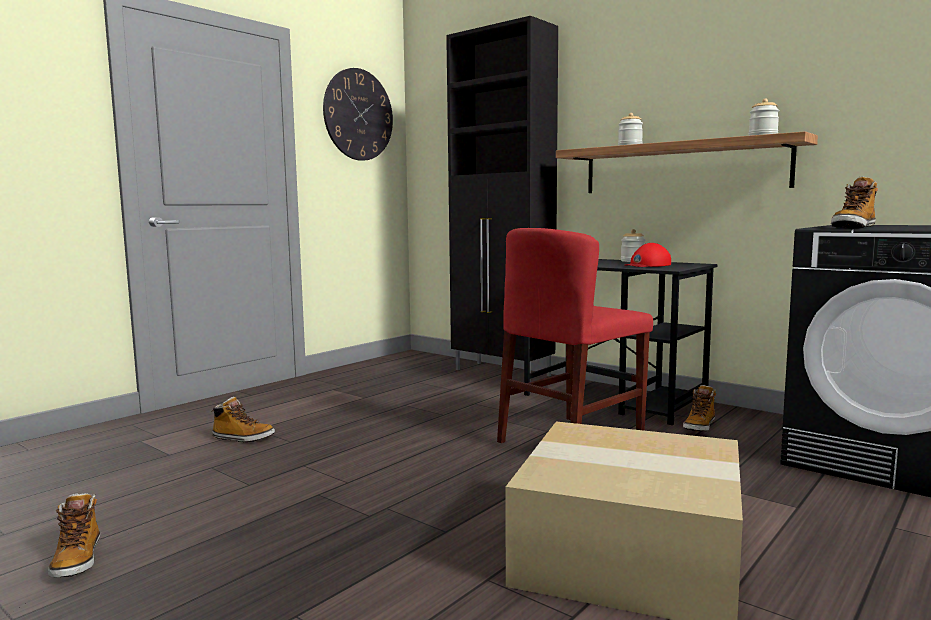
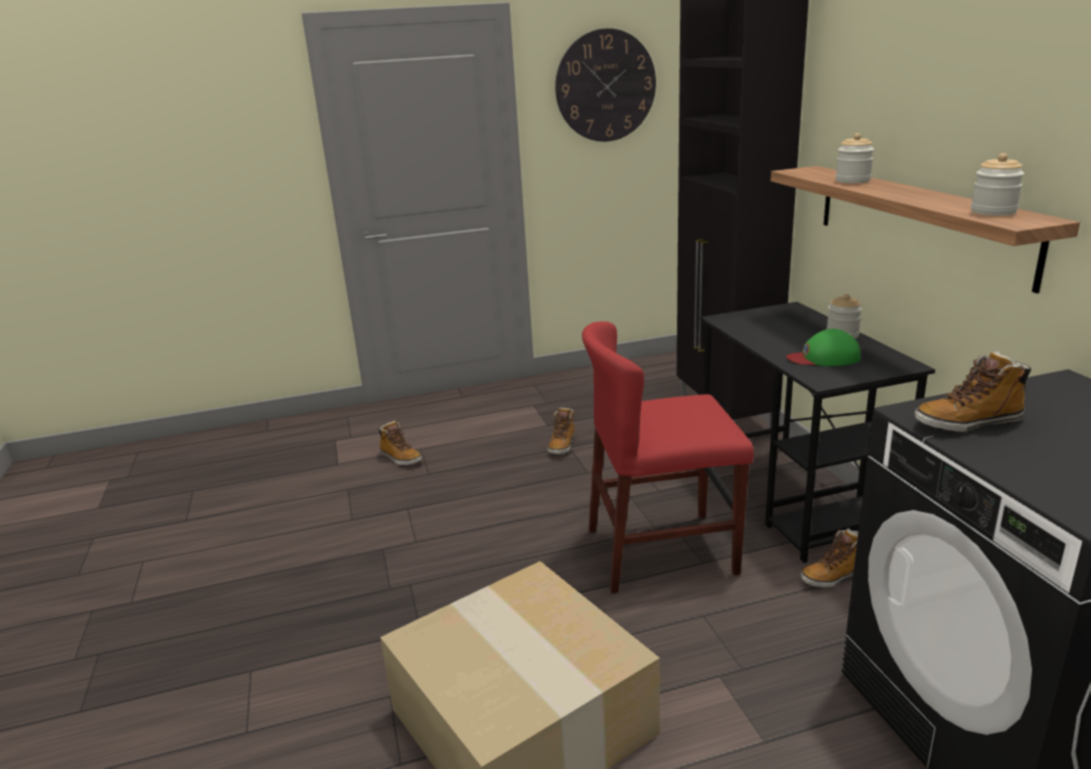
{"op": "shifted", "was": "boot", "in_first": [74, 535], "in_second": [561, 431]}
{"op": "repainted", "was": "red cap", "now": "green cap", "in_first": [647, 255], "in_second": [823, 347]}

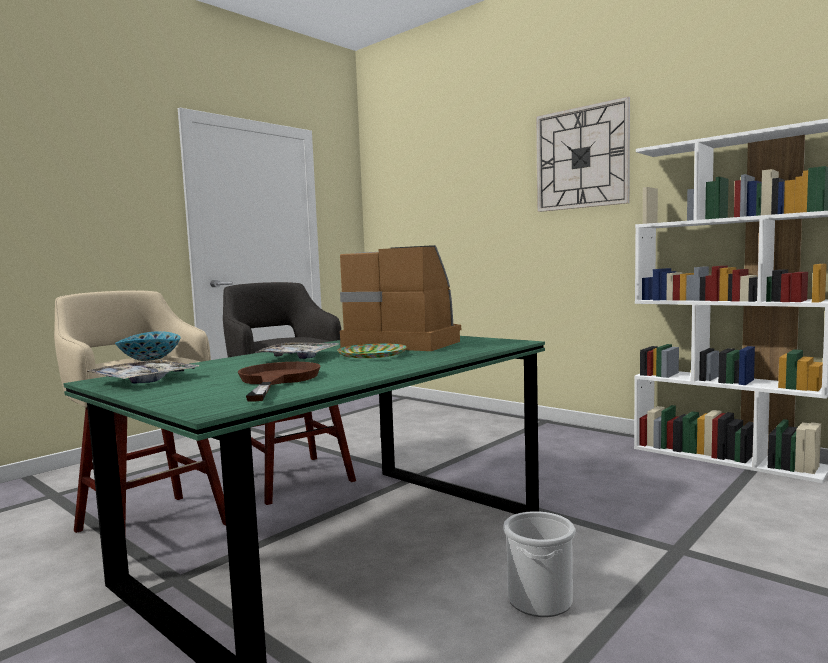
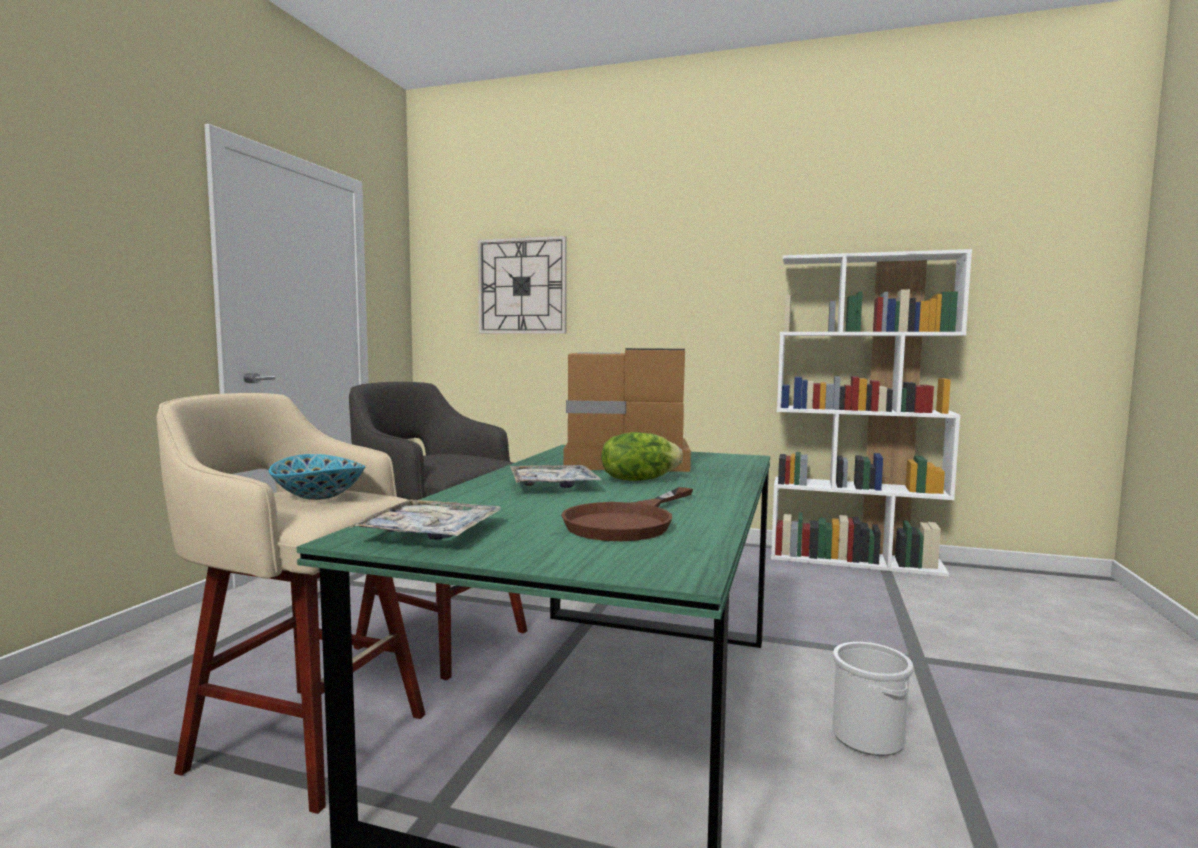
{"op": "shifted", "was": "wall clock", "in_first": [583, 154], "in_second": [522, 285]}
{"op": "swapped", "was": "plate", "now": "lettuce", "in_first": [372, 350], "in_second": [642, 456]}
{"op": "rotated", "was": "brown frying pan", "in_first": [279, 382], "in_second": [627, 514], "clockwise": -120}

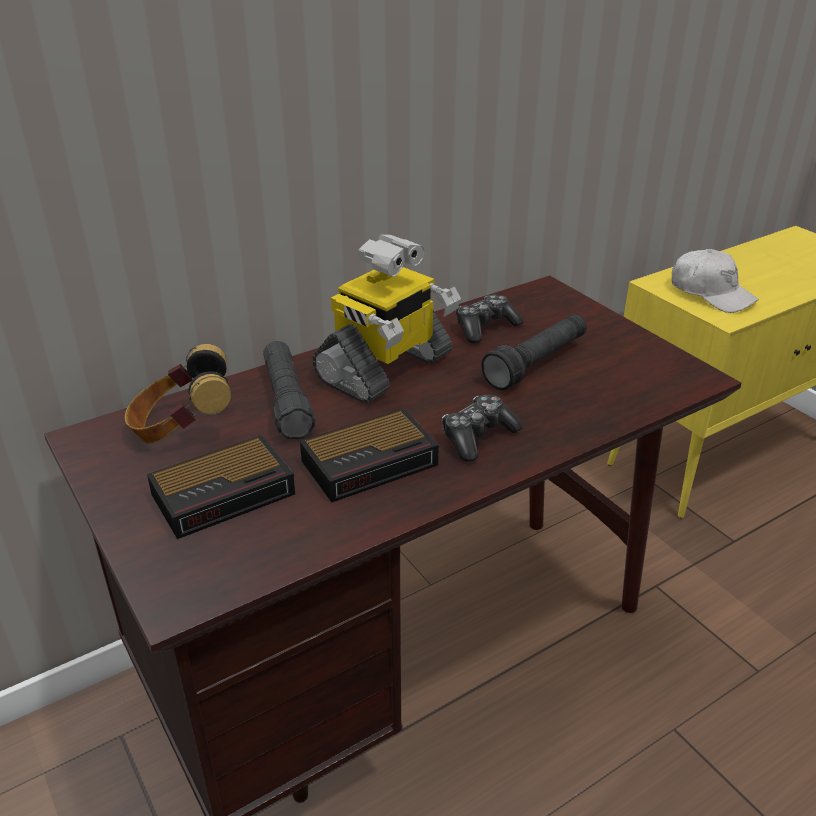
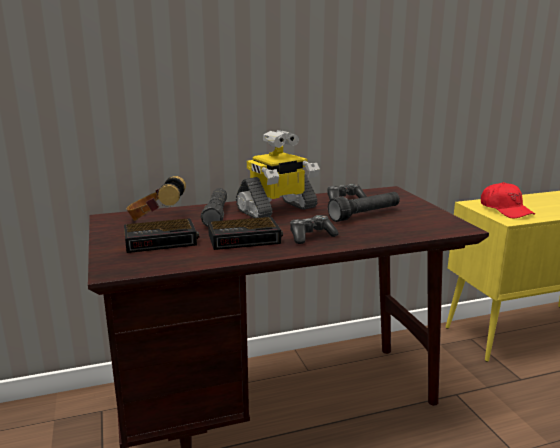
{"op": "repainted", "was": "white cap", "now": "red cap", "in_first": [715, 281], "in_second": [508, 200]}

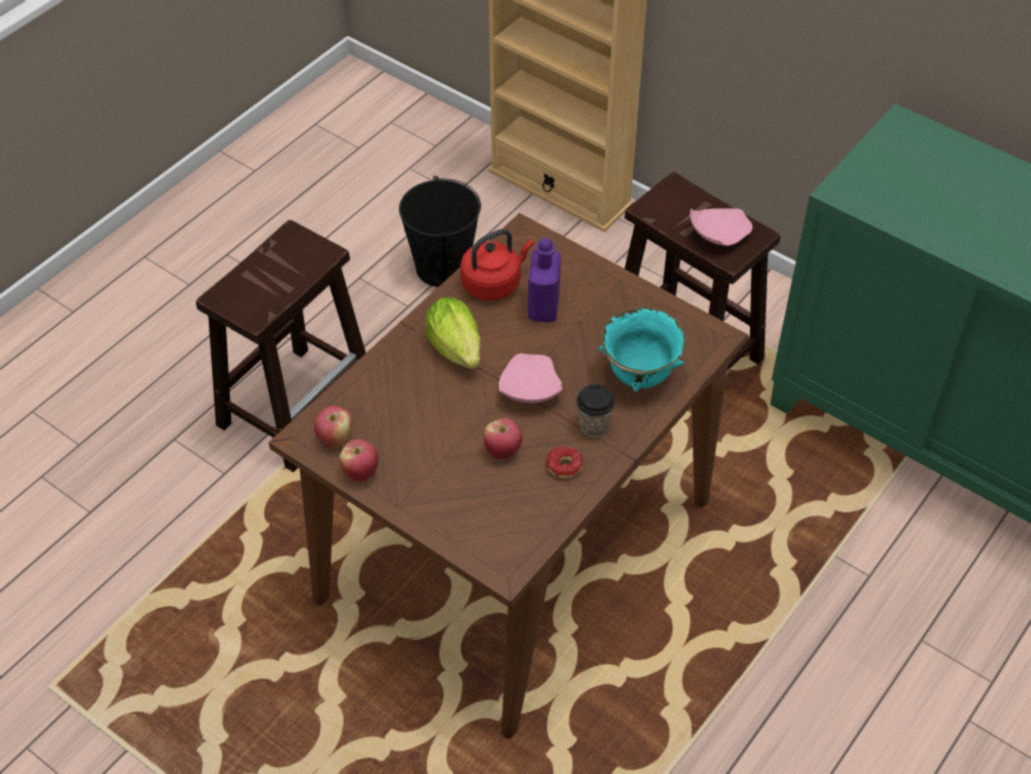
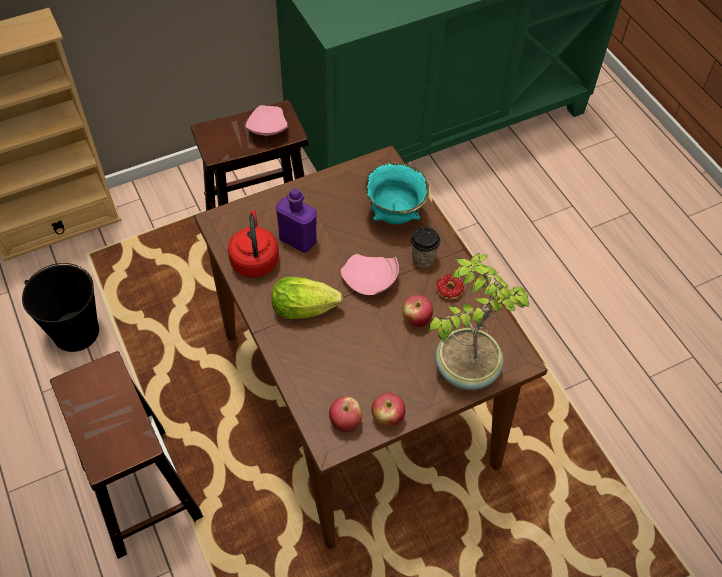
{"op": "new", "now": "potted plant", "in_second": [479, 321]}

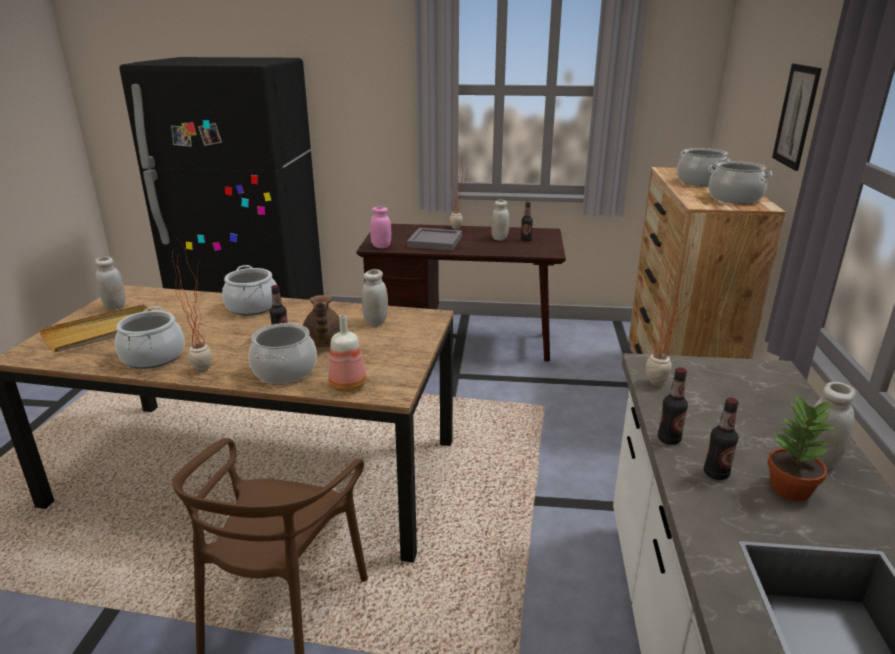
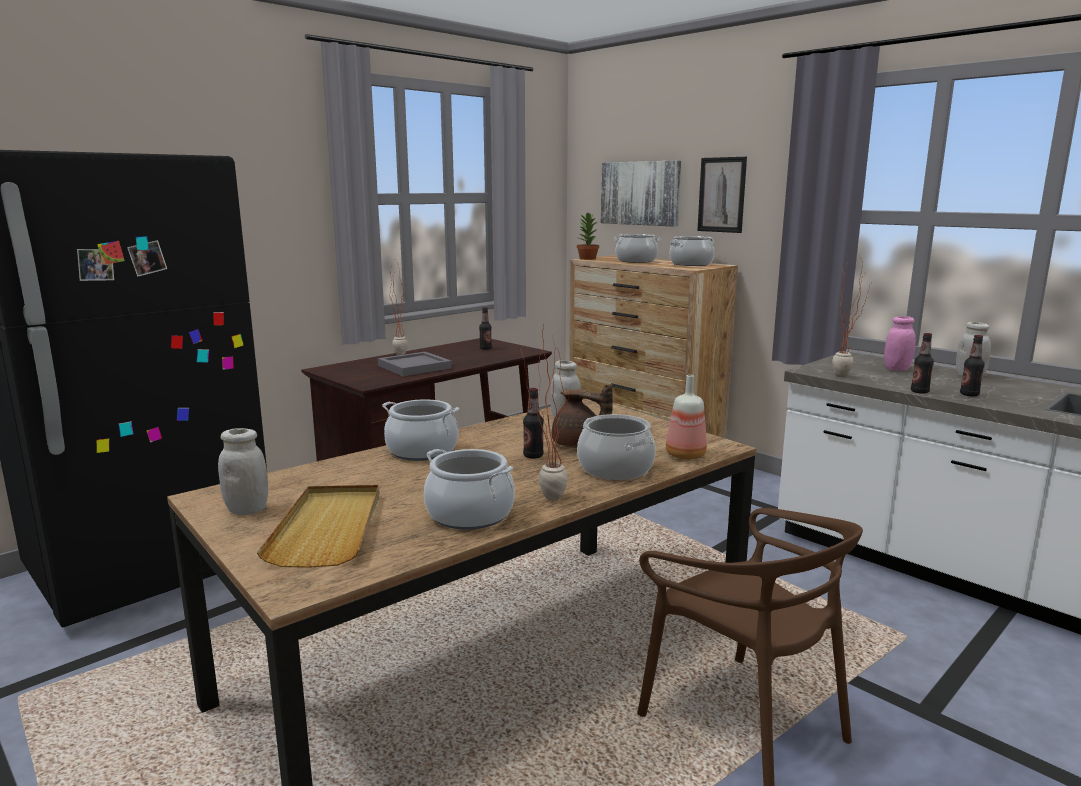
{"op": "gone", "was": "white jar", "in_first": [500, 220]}
{"op": "new", "now": "picture", "in_second": [641, 193]}
{"op": "shifted", "was": "pink jar", "in_first": [380, 227], "in_second": [900, 343]}
{"op": "shifted", "was": "potted plant", "in_first": [802, 447], "in_second": [588, 236]}

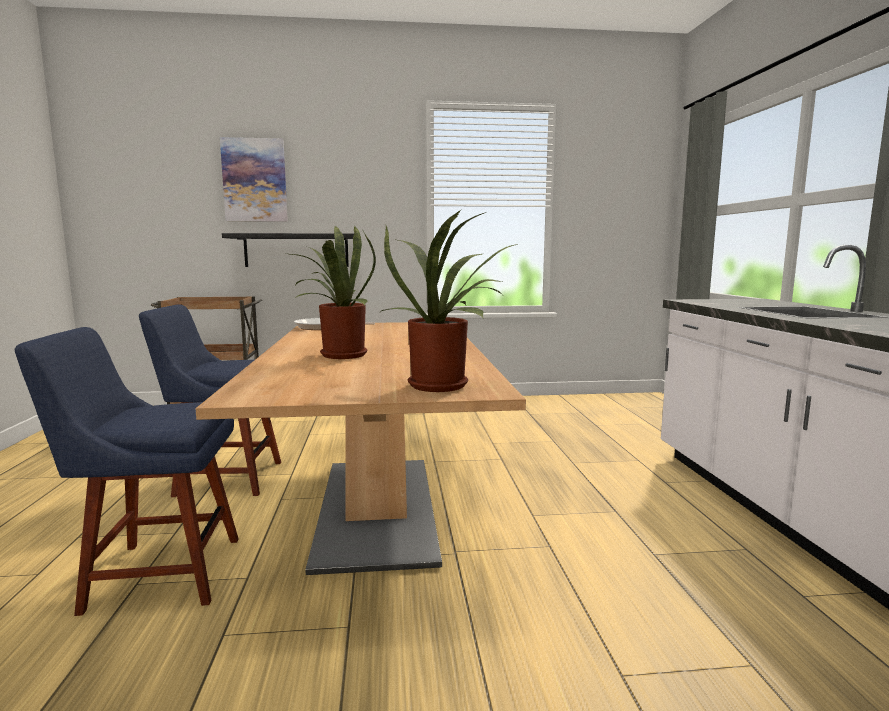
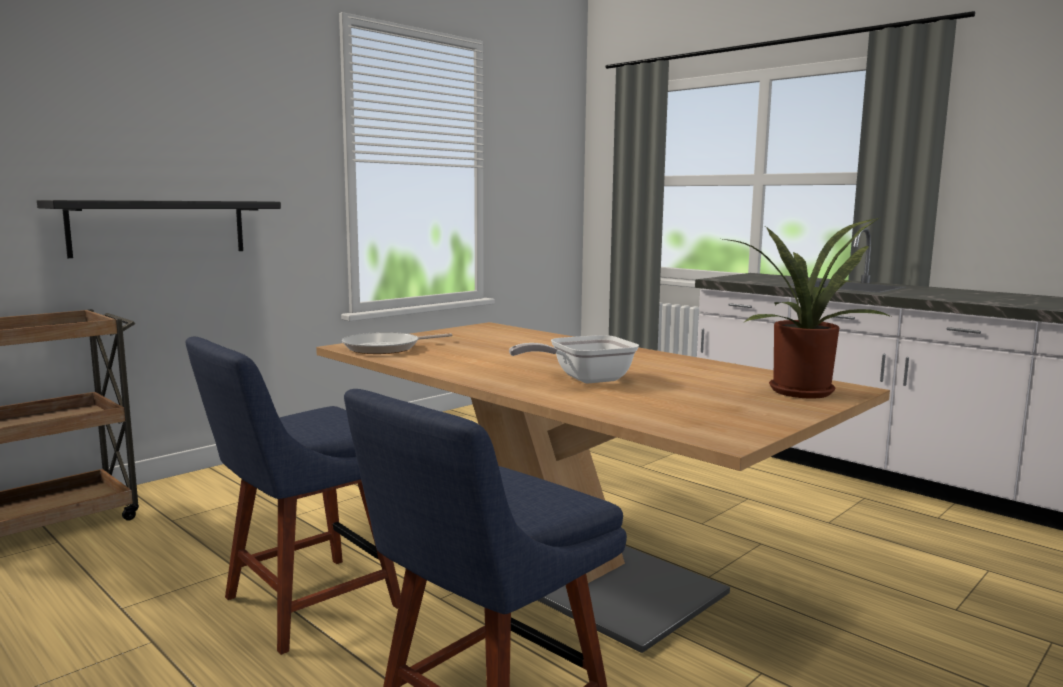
{"op": "gone", "was": "picture", "in_first": [254, 179]}
{"op": "swapped", "was": "potted plant", "now": "frying pan", "in_first": [333, 292], "in_second": [574, 359]}

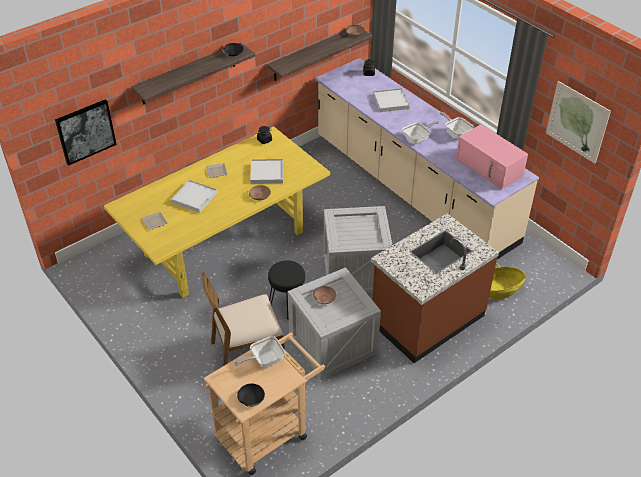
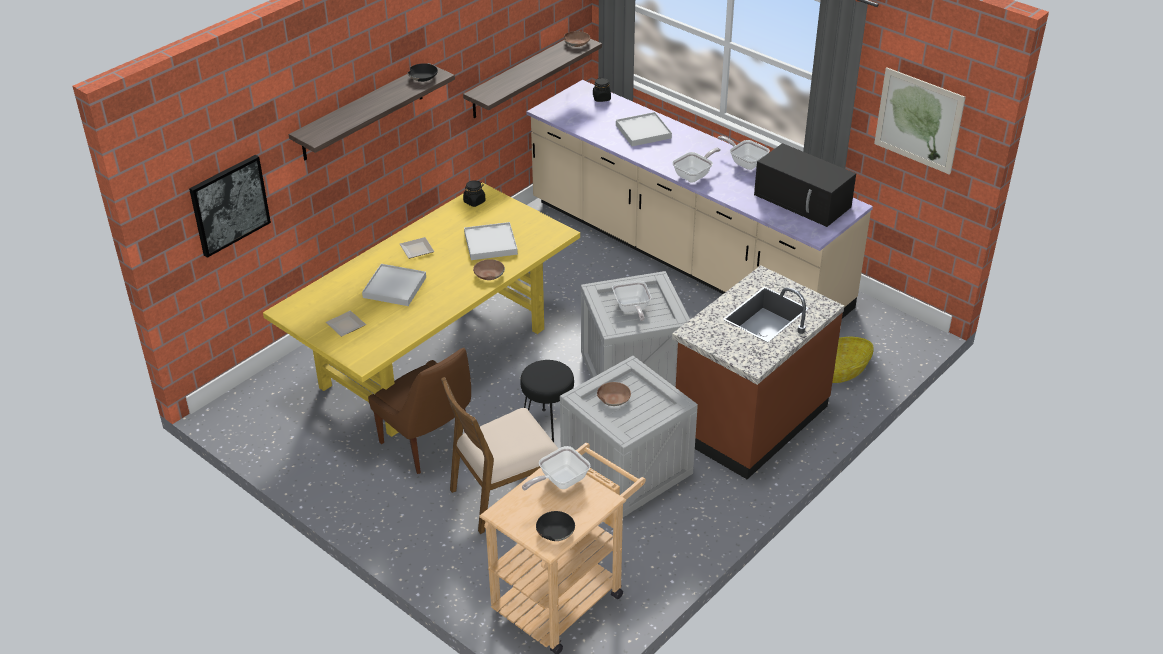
{"op": "new", "now": "brown chair", "in_second": [419, 411]}
{"op": "new", "now": "frying pan", "in_second": [631, 301]}
{"op": "repainted", "was": "pink microwave", "now": "black microwave", "in_first": [492, 157], "in_second": [805, 185]}

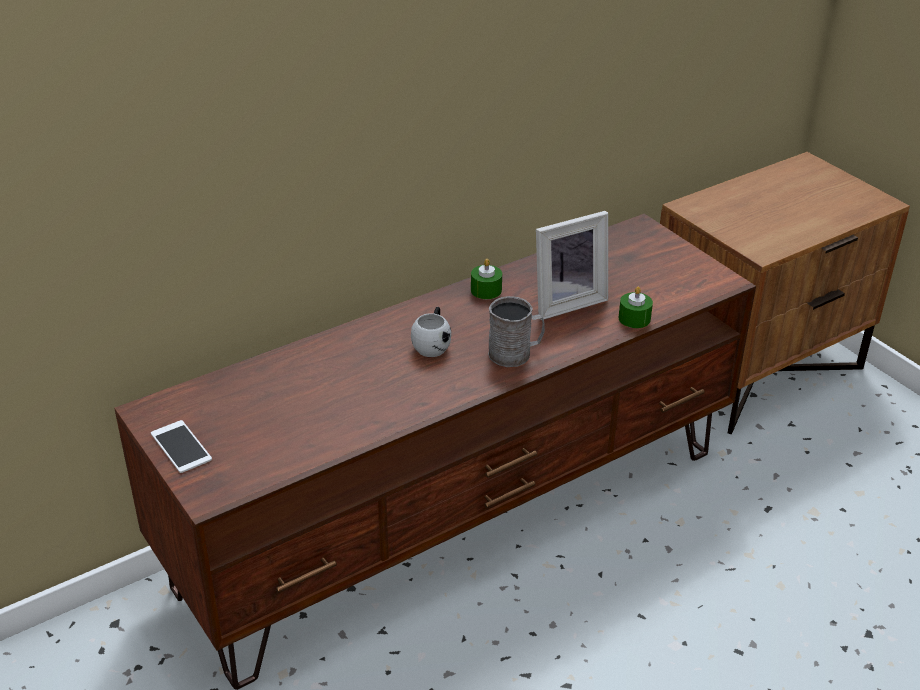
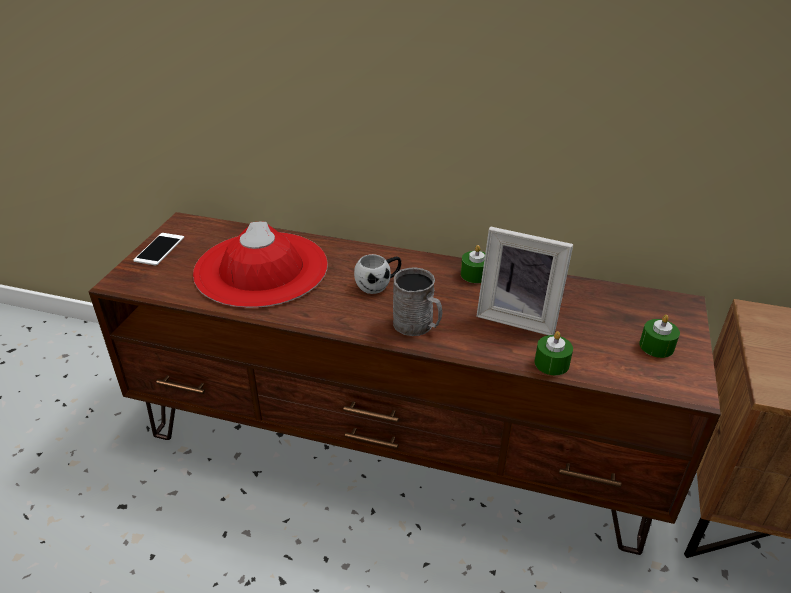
{"op": "new", "now": "red hat", "in_second": [260, 265]}
{"op": "new", "now": "green candle", "in_second": [659, 336]}

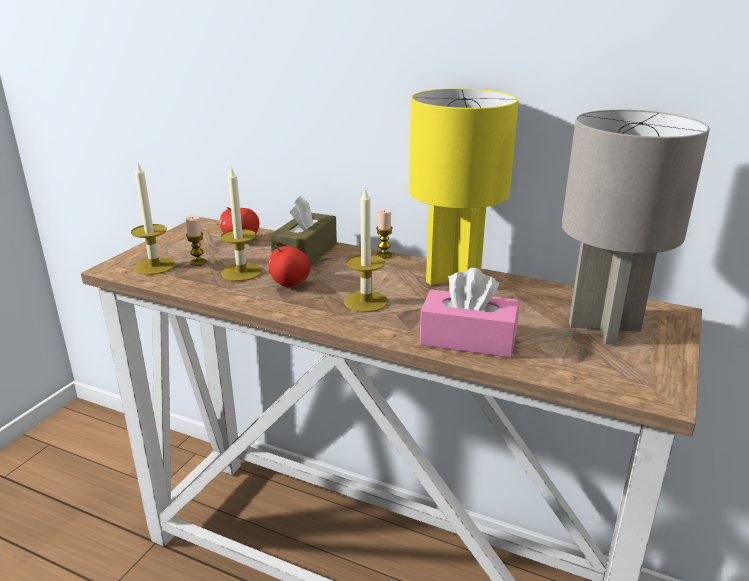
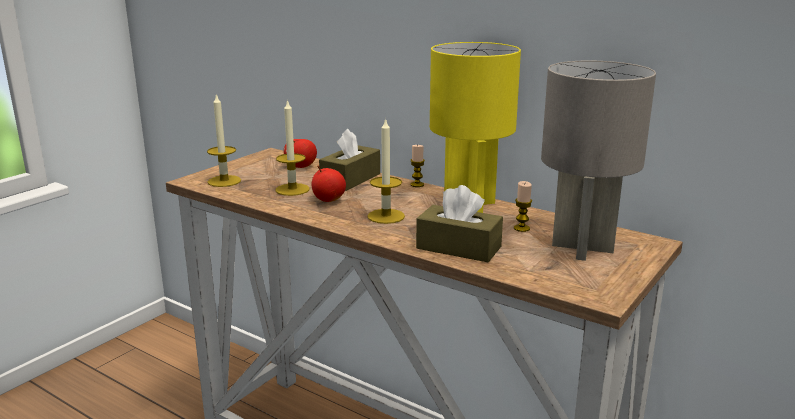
{"op": "shifted", "was": "candle", "in_first": [196, 240], "in_second": [523, 206]}
{"op": "repainted", "was": "pink tissue box", "now": "brown tissue box", "in_first": [469, 313], "in_second": [459, 223]}

